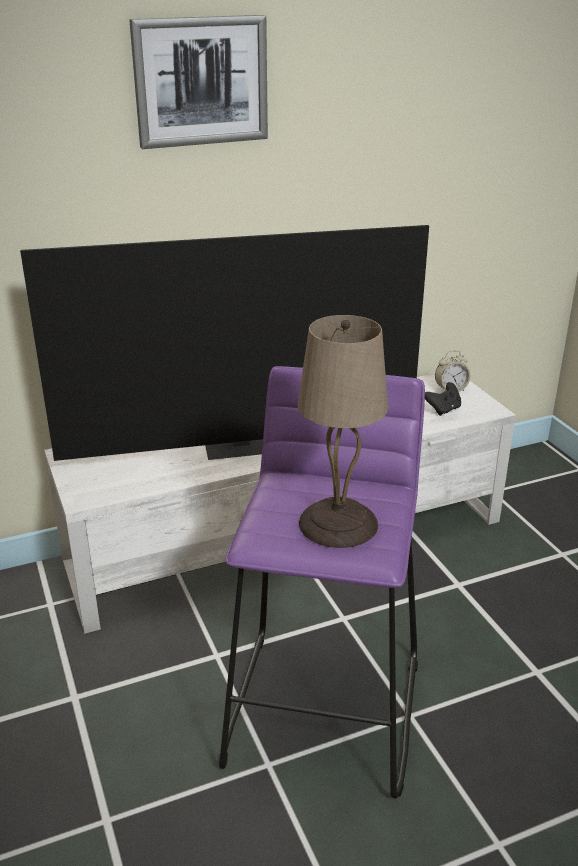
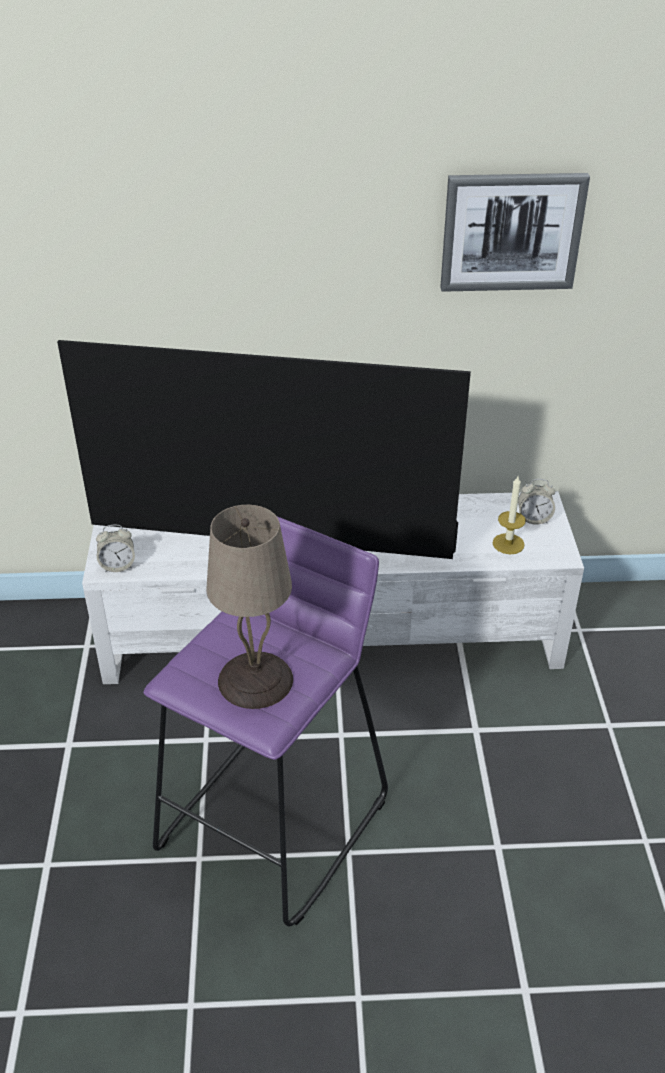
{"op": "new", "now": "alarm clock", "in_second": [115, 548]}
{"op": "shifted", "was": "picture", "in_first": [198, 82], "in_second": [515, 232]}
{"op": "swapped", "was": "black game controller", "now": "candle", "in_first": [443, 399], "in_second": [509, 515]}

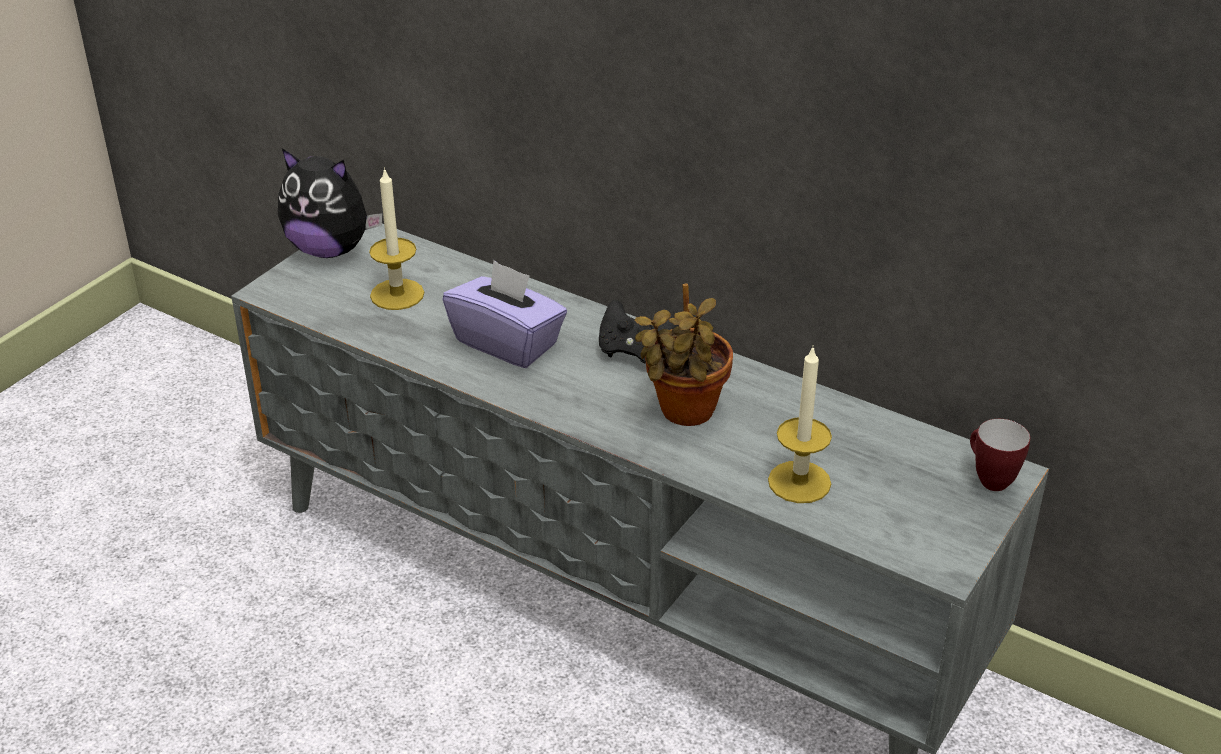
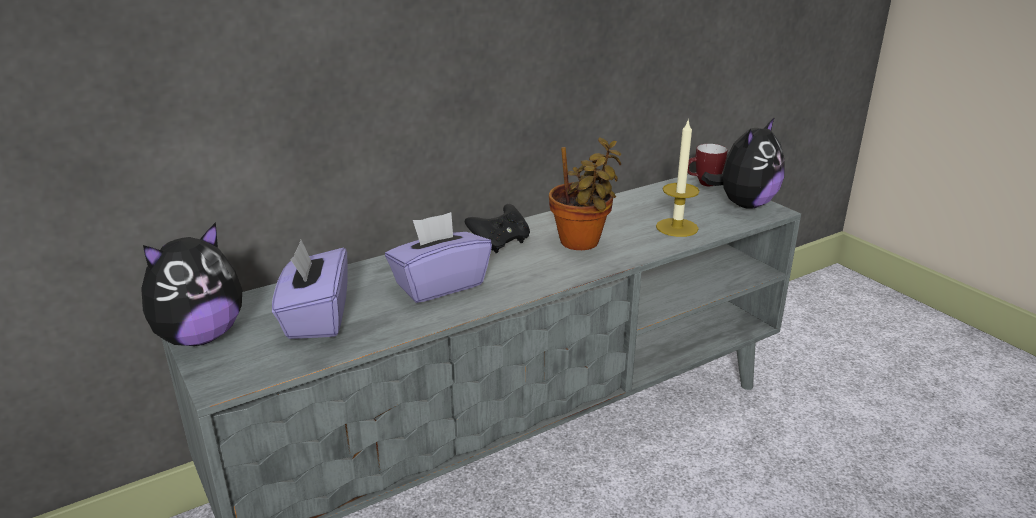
{"op": "new", "now": "plush toy", "in_second": [743, 163]}
{"op": "swapped", "was": "candle", "now": "purple tissue box", "in_first": [396, 238], "in_second": [310, 289]}

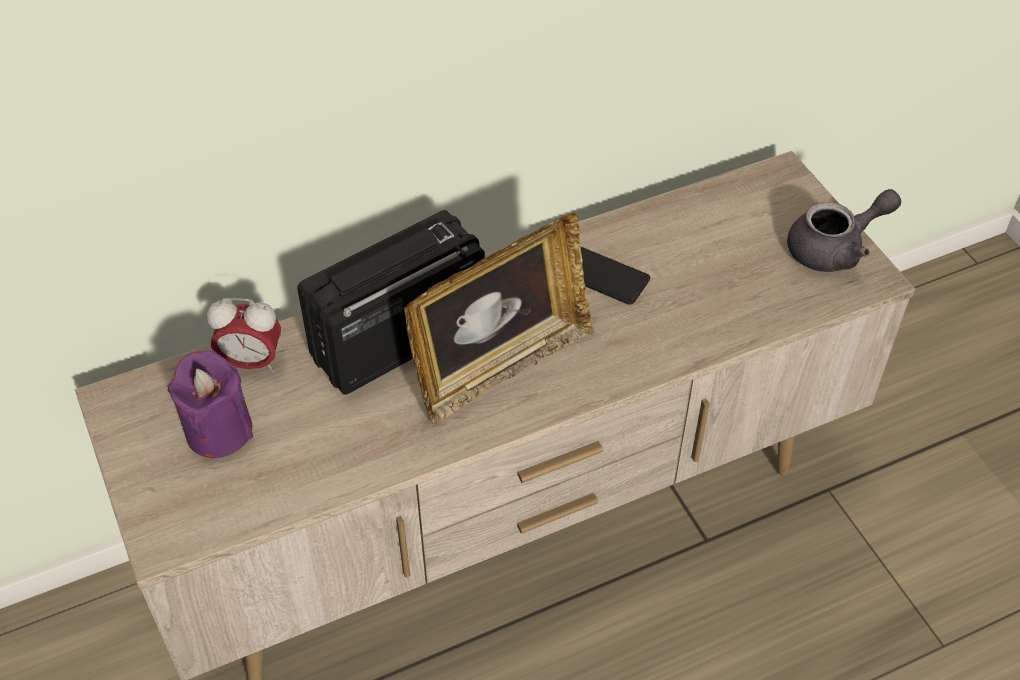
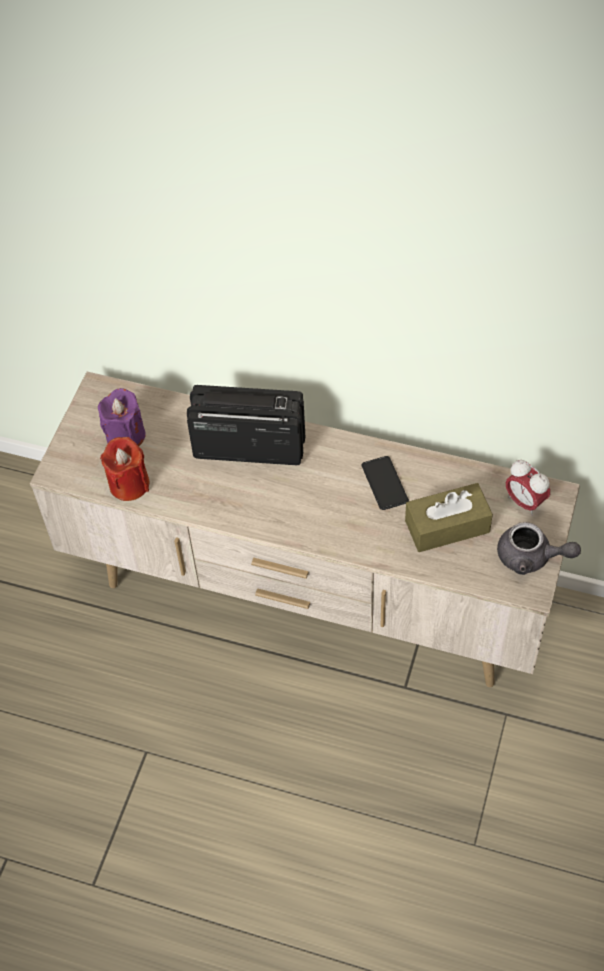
{"op": "gone", "was": "picture frame", "in_first": [499, 318]}
{"op": "new", "now": "red candle", "in_second": [124, 469]}
{"op": "new", "now": "brown tissue box", "in_second": [449, 517]}
{"op": "shifted", "was": "alarm clock", "in_first": [244, 335], "in_second": [528, 488]}

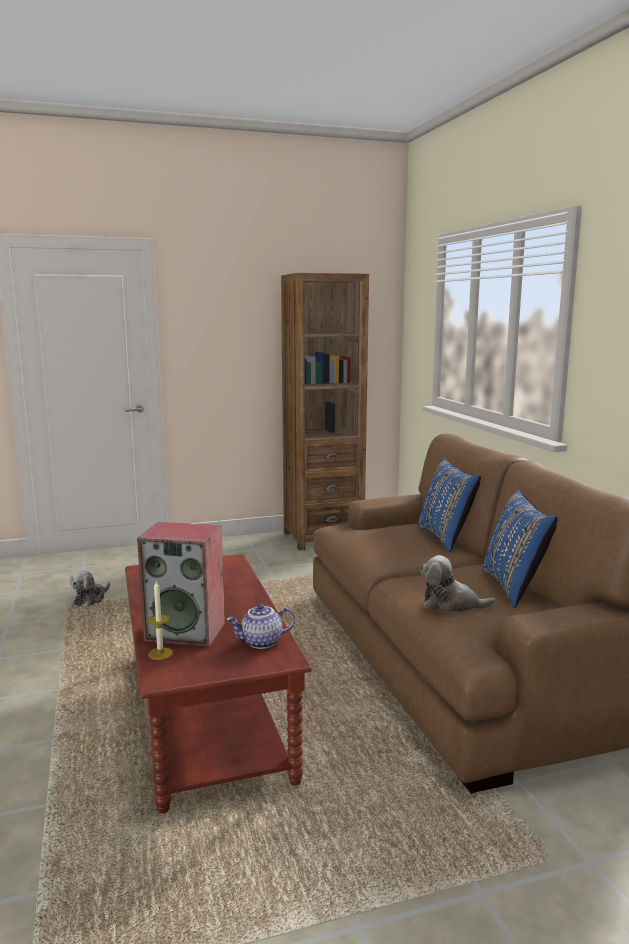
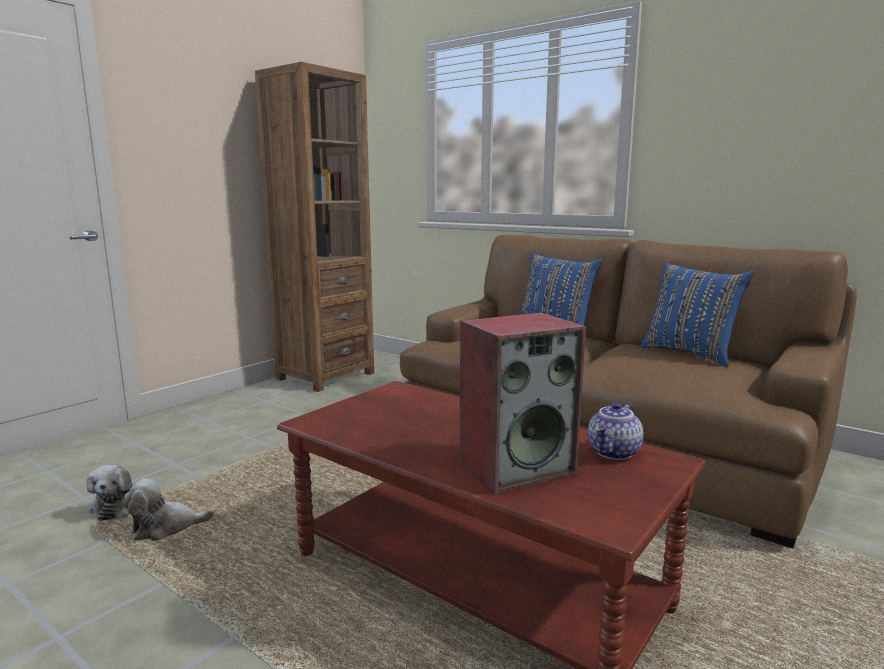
{"op": "gone", "was": "candle", "in_first": [160, 620]}
{"op": "shifted", "was": "plush toy", "in_first": [458, 584], "in_second": [169, 510]}

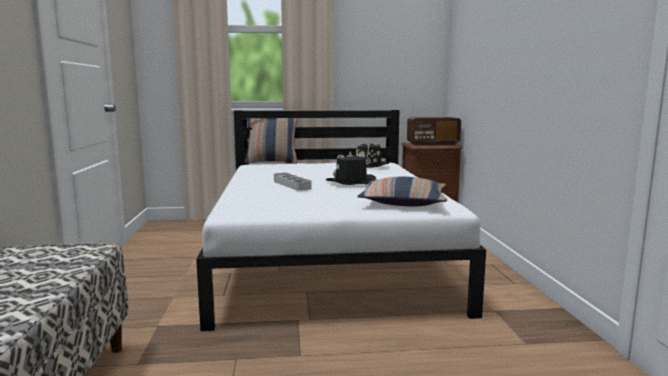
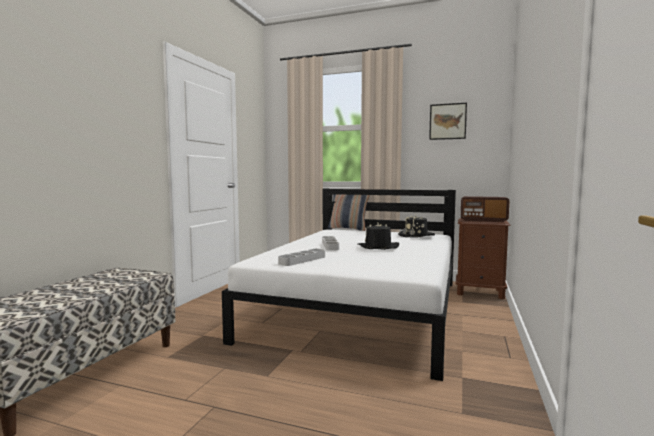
{"op": "gone", "was": "pillow", "in_first": [402, 192]}
{"op": "new", "now": "grey tray", "in_second": [301, 257]}
{"op": "new", "now": "picture", "in_second": [448, 121]}

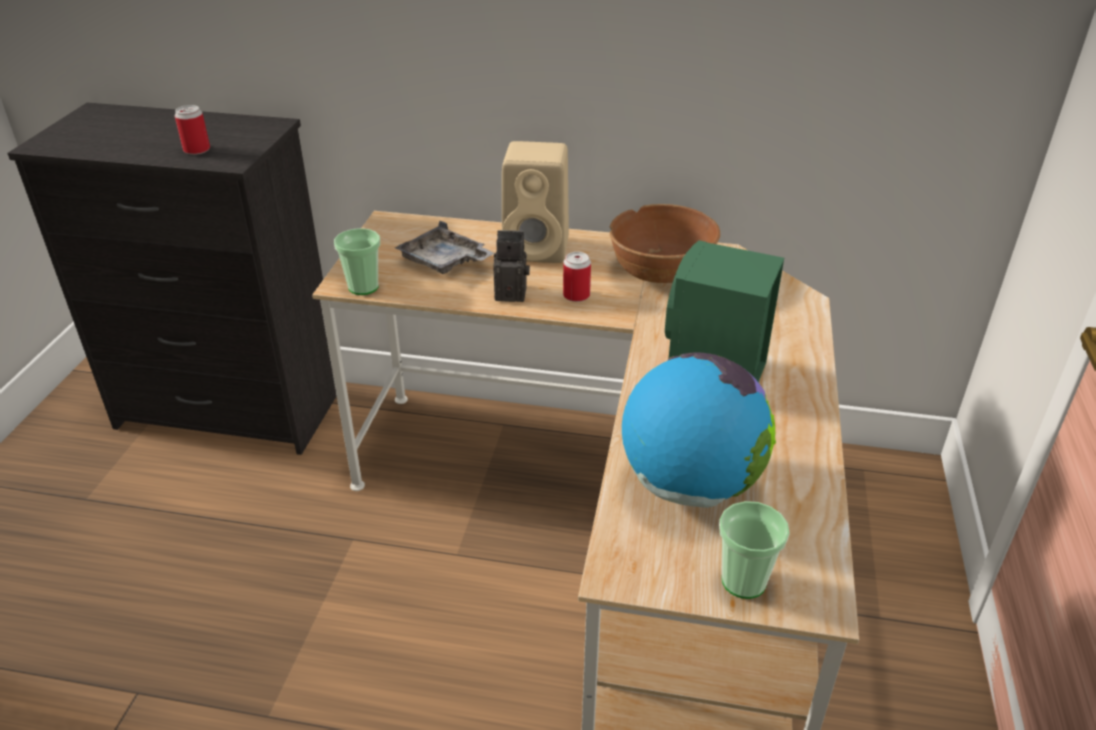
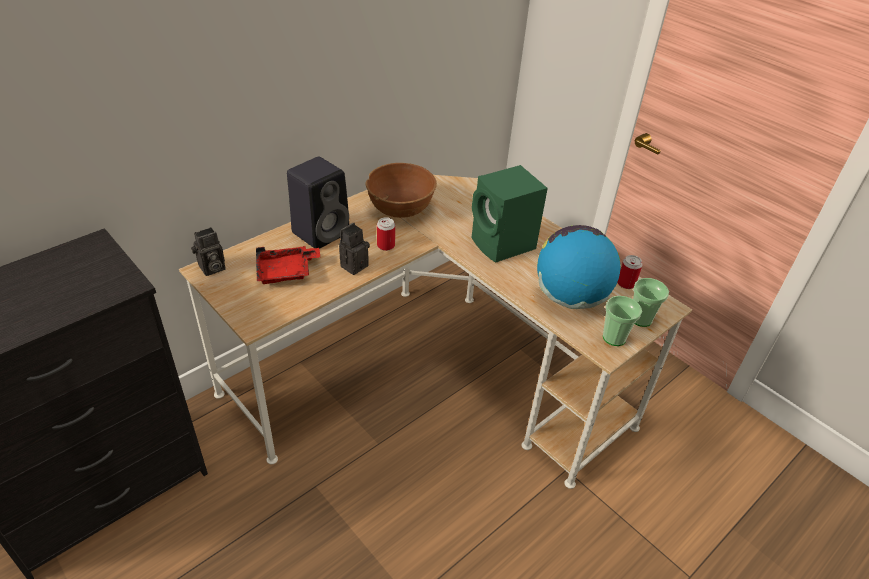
{"op": "new", "now": "photo camera", "in_second": [208, 251]}
{"op": "shifted", "was": "can", "in_first": [192, 130], "in_second": [629, 272]}
{"op": "shifted", "was": "cup", "in_first": [357, 261], "in_second": [622, 321]}
{"op": "repainted", "was": "grey tray", "now": "red tray", "in_first": [444, 247], "in_second": [288, 265]}
{"op": "repainted", "was": "beige speaker", "now": "black speaker", "in_first": [535, 202], "in_second": [318, 202]}

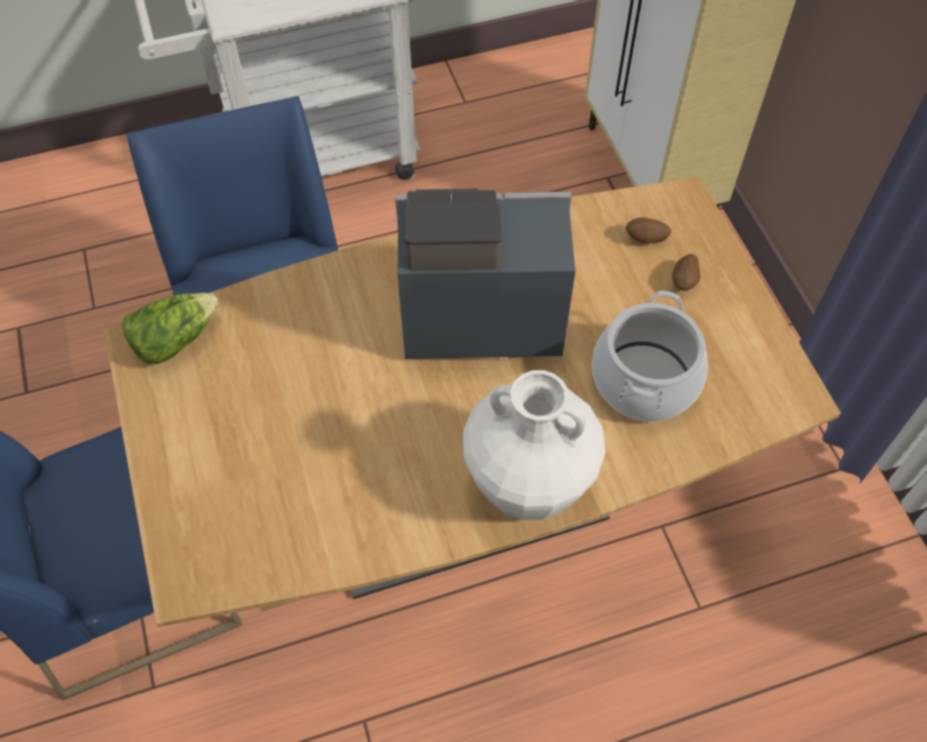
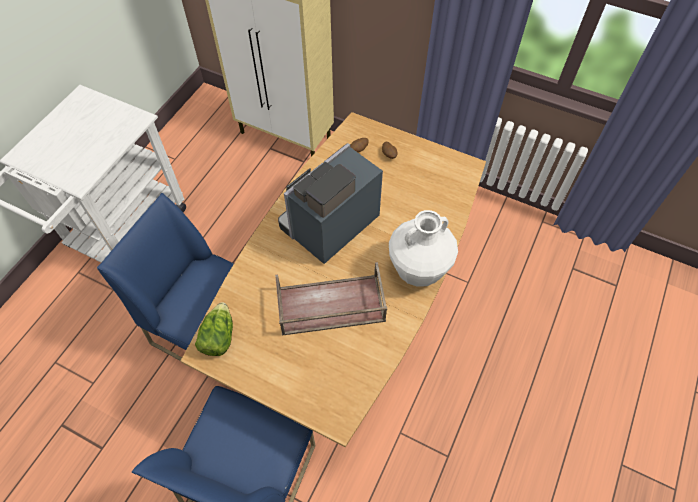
{"op": "gone", "was": "cooking pot", "in_first": [650, 356]}
{"op": "new", "now": "brown tray", "in_second": [331, 299]}

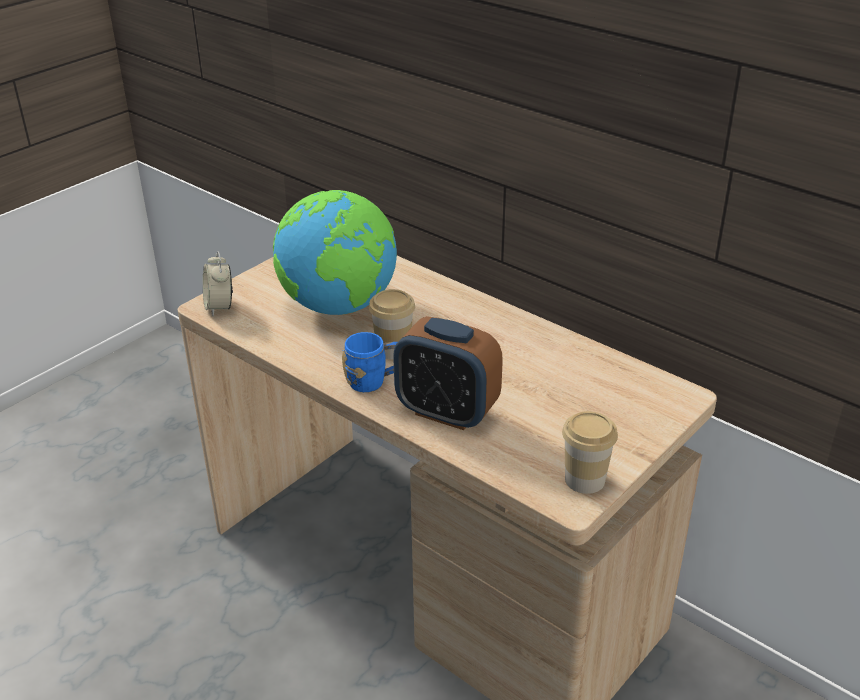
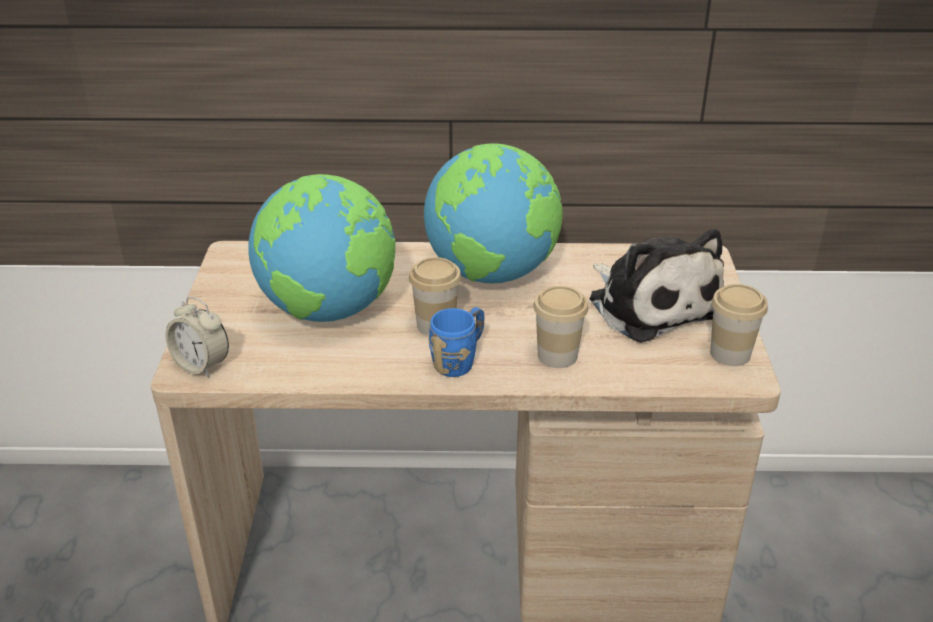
{"op": "new", "now": "globe", "in_second": [493, 213]}
{"op": "new", "now": "plush toy", "in_second": [656, 285]}
{"op": "swapped", "was": "alarm clock", "now": "cup", "in_first": [448, 373], "in_second": [560, 327]}

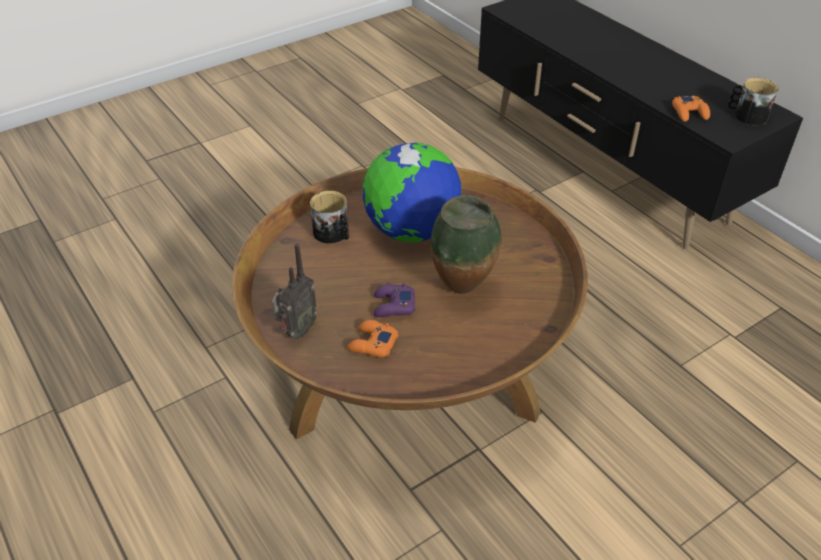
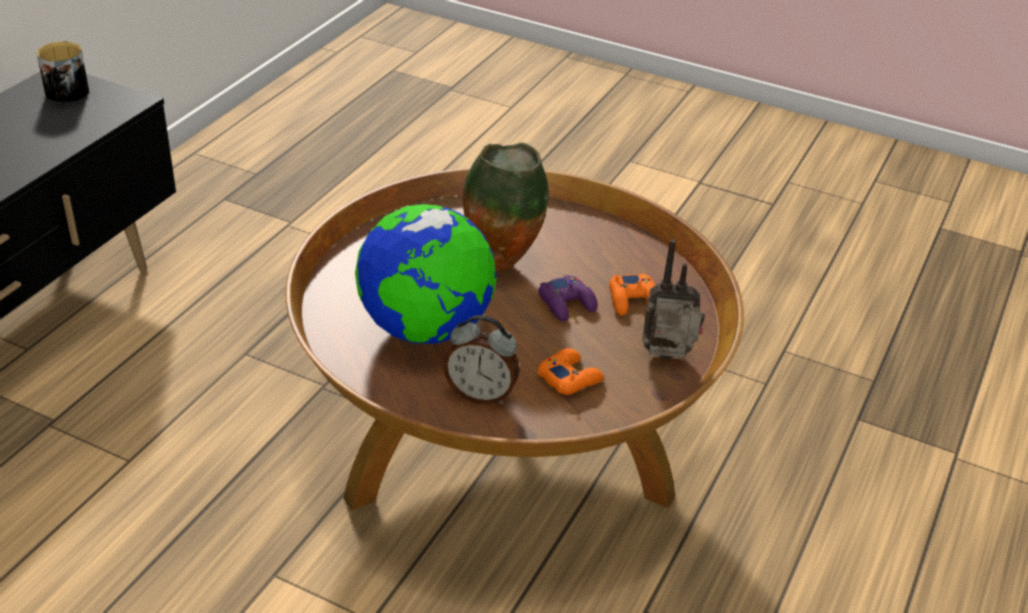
{"op": "shifted", "was": "orange game controller", "in_first": [691, 109], "in_second": [570, 371]}
{"op": "swapped", "was": "mug", "now": "alarm clock", "in_first": [329, 217], "in_second": [481, 360]}

